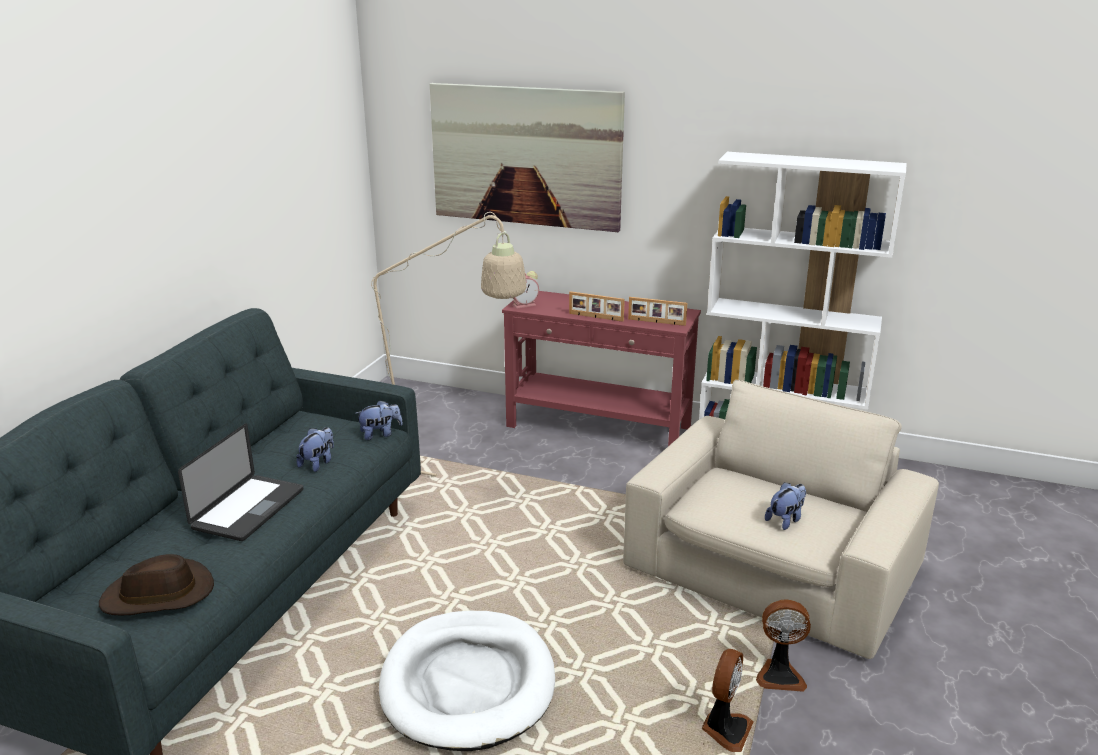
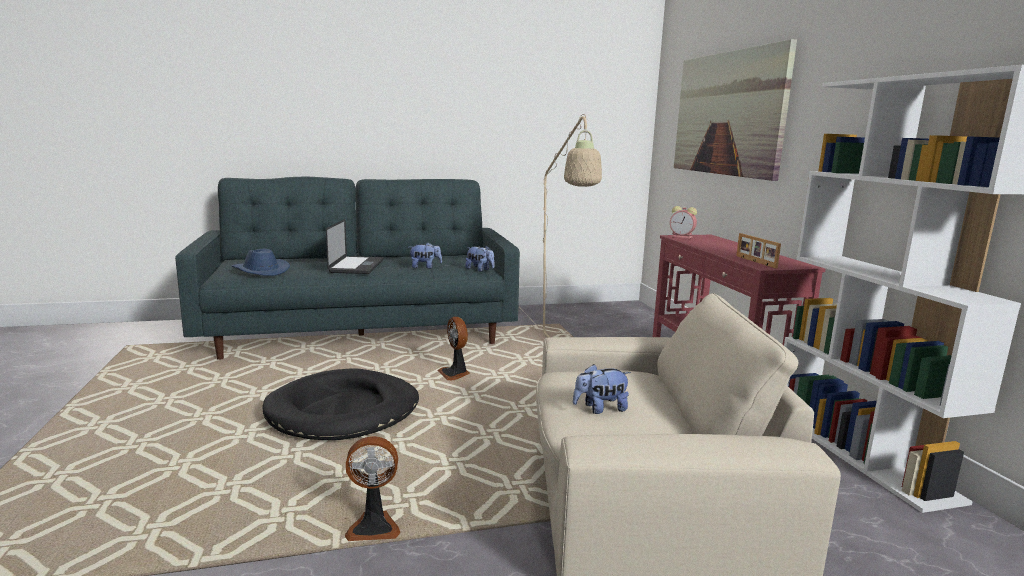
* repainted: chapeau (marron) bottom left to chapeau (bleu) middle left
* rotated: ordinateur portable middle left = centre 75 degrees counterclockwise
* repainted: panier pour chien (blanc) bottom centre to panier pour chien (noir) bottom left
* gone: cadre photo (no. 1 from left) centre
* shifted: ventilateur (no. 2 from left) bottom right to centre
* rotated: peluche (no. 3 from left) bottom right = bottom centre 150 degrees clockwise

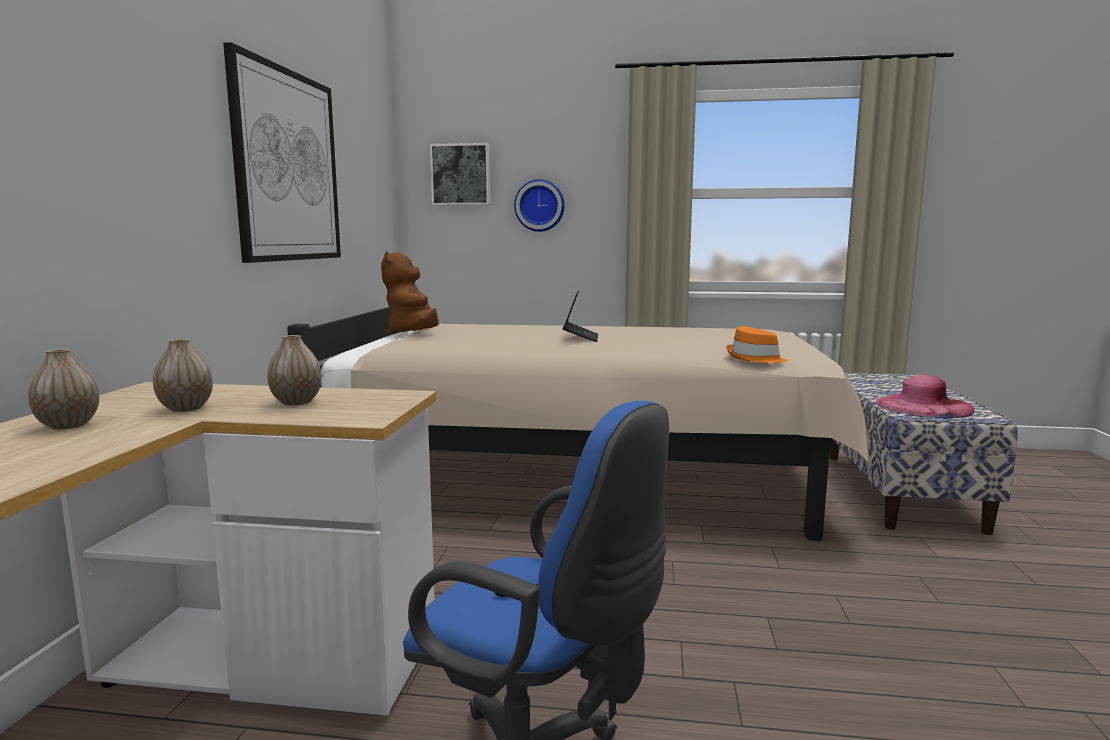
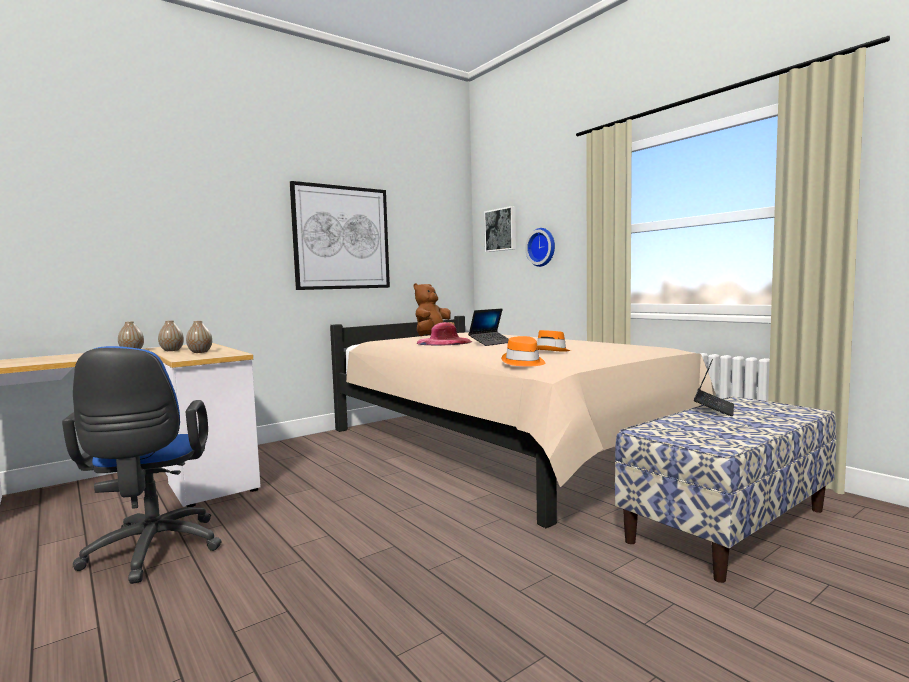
* shifted: chapeau (rose) middle right to centre
* new: chapeau (orange) (no. 2 from left) centre
* new: ordinateur portable (no. 2 from left) middle right

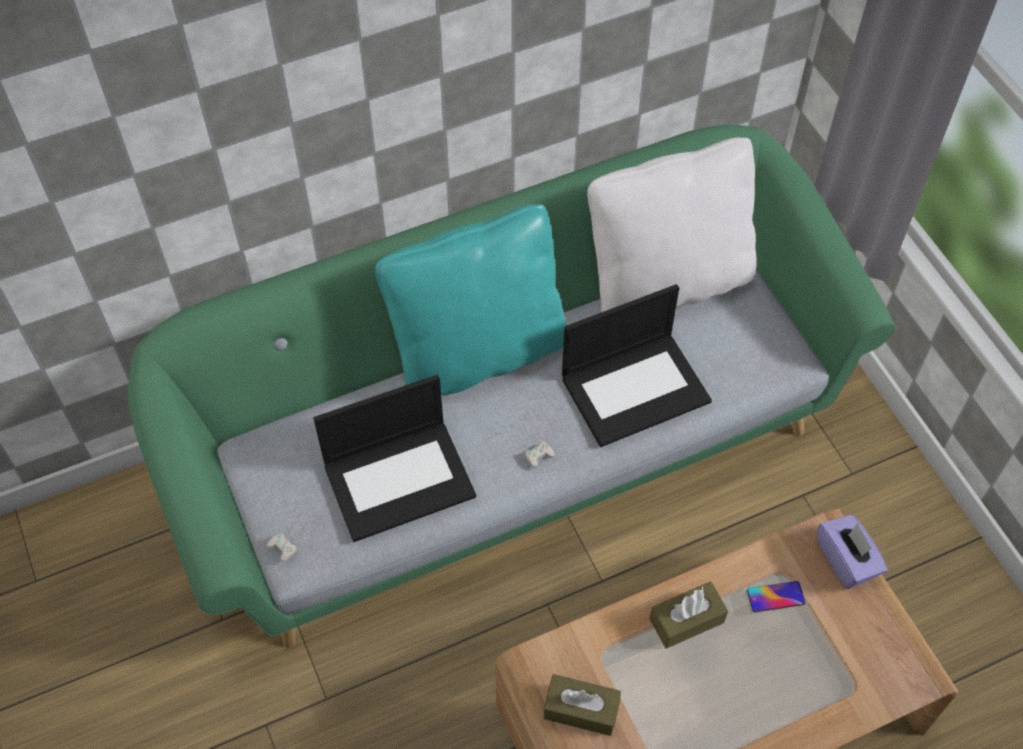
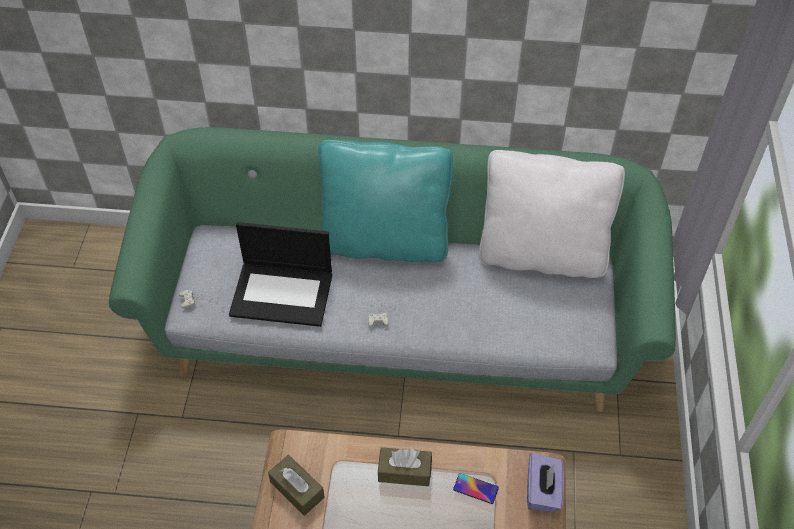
* gone: ordinateur portable (no. 2 from left) centre

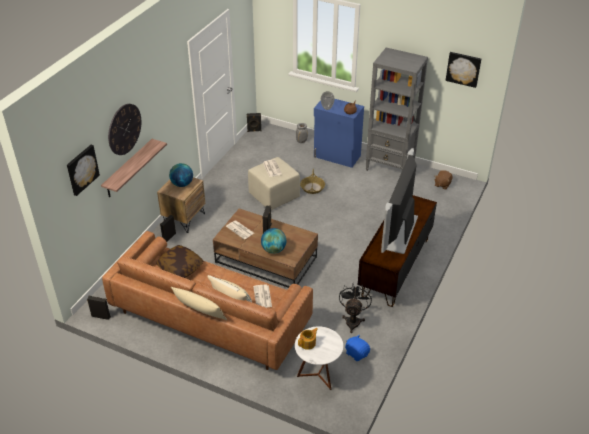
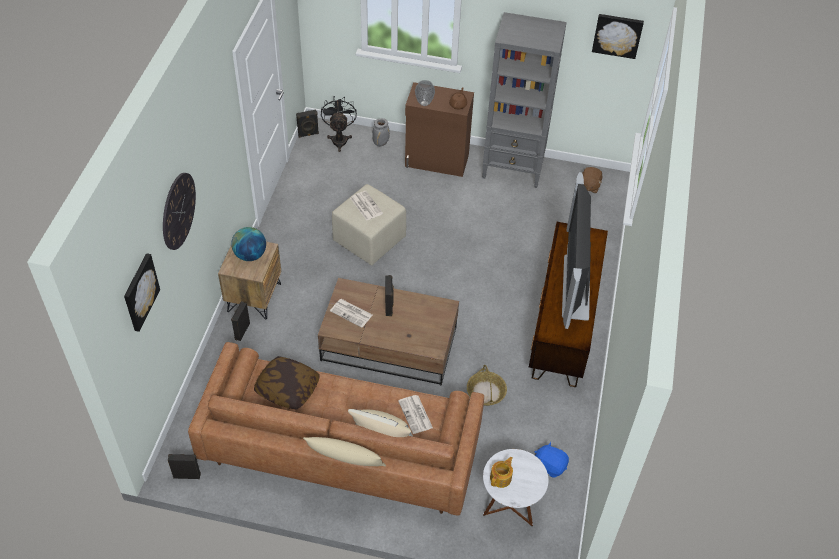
* gone: étagère middle left
* gone: globe (no. 2 from left) centre
* shifted: panier centre to bottom centre
* repainted: meuble de rangement (bleu) top centre to meuble de rangement (marron) top centre
* shifted: ventilateur (noir) bottom centre to top centre

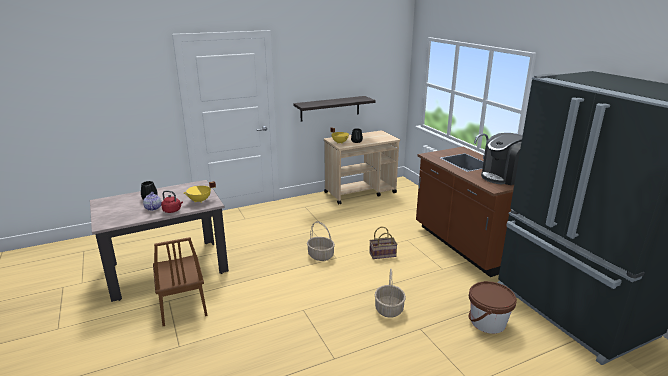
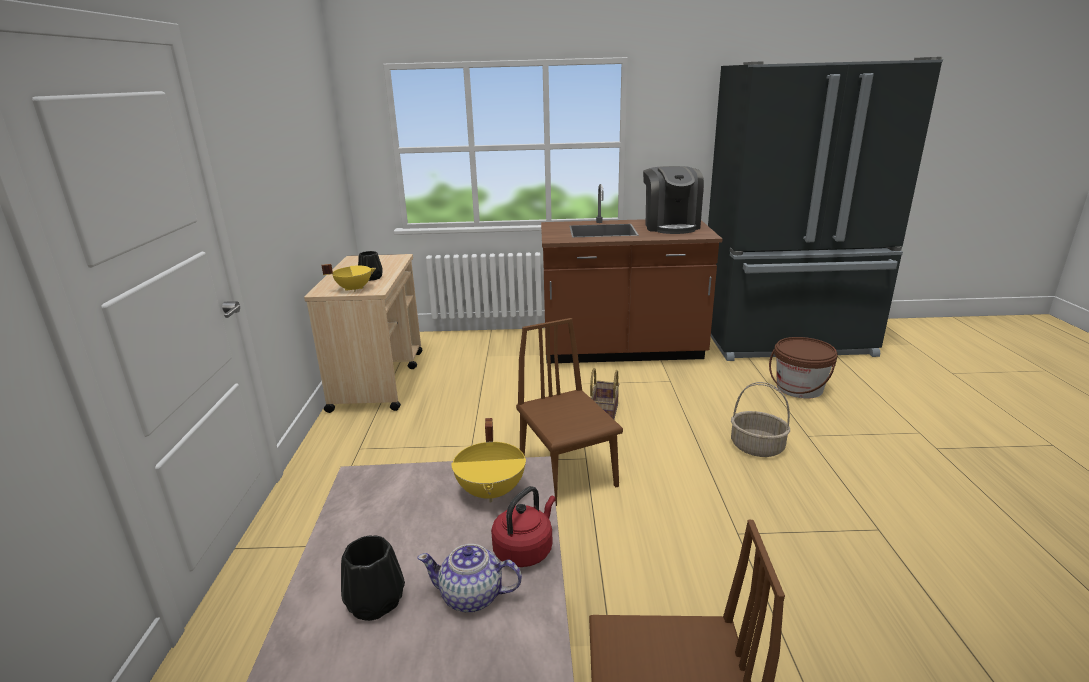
* gone: étagère top centre
* swapped: panier (no. 1 from left) centre to chaise (marron) (no. 1 from left) centre

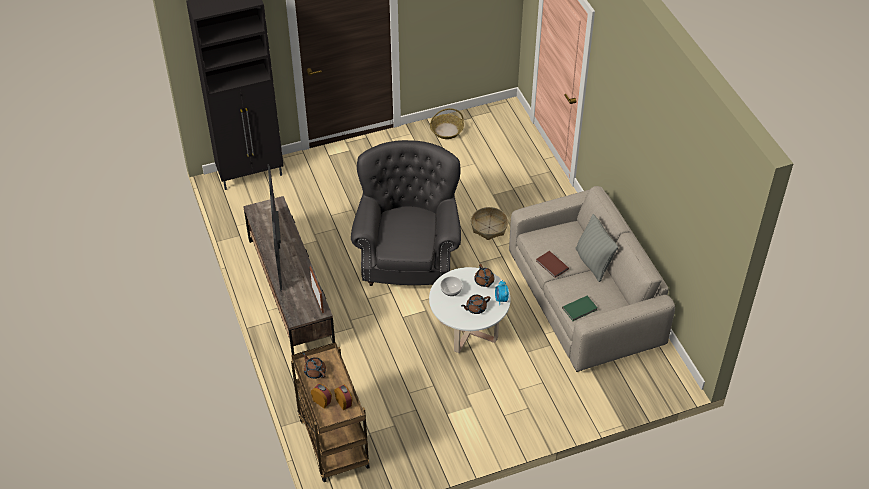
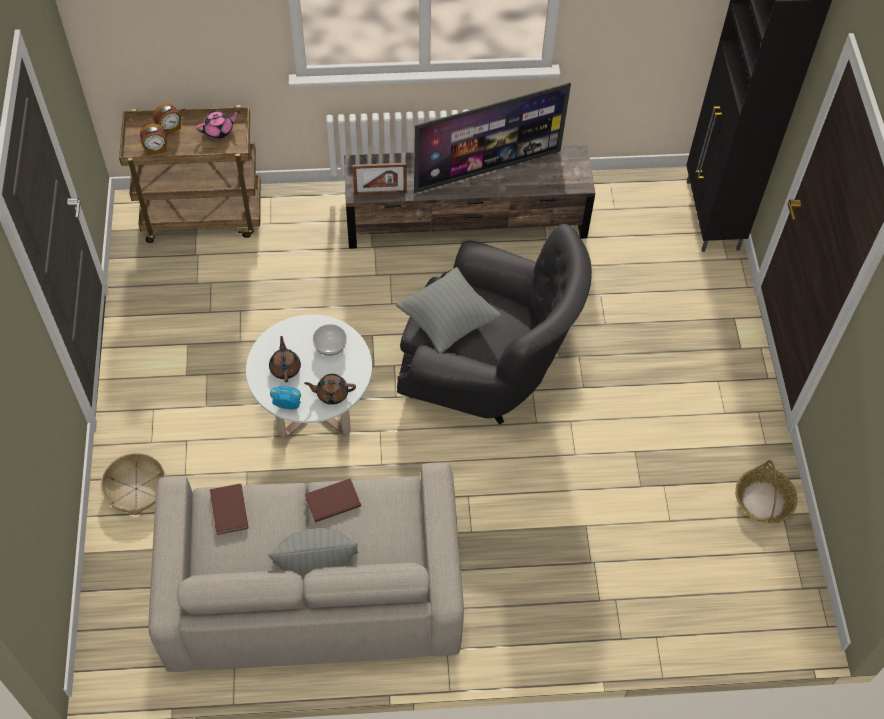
* rotated: téléviseur middle left = top centre 150 degrees clockwise
* repainted: théière (marron) (no. 1 from left) bottom centre to théière (rose) top left
* shifted: panier (no. 2 from left in the first image) centre to panier (no. 1 from left) bottom left
* repainted: livre (vert) middle right to livre (marron) (no. 1 from left) bottom left
* new: coussin (gris) (no. 2 from left) centre

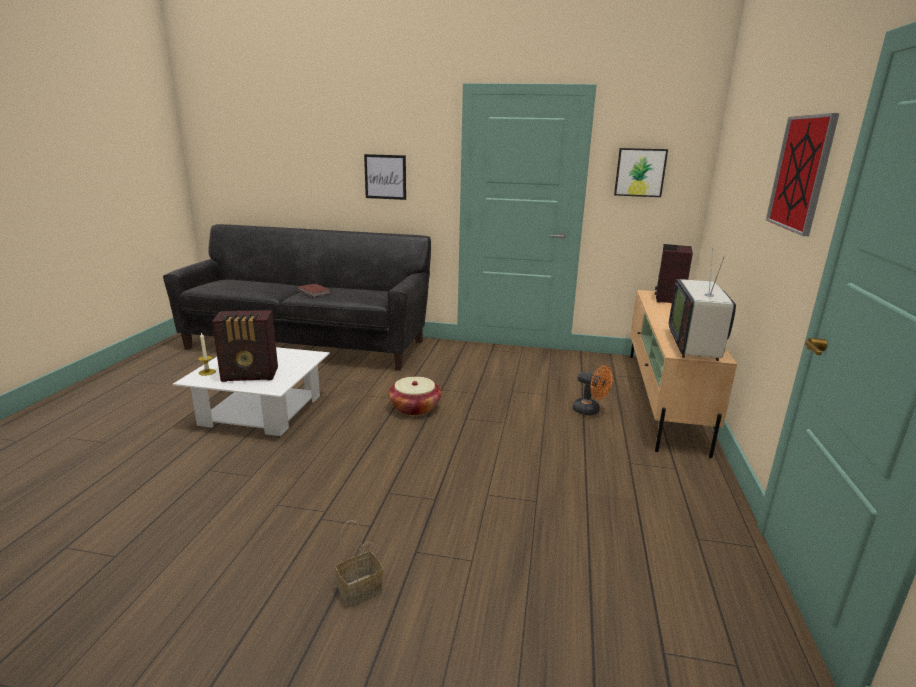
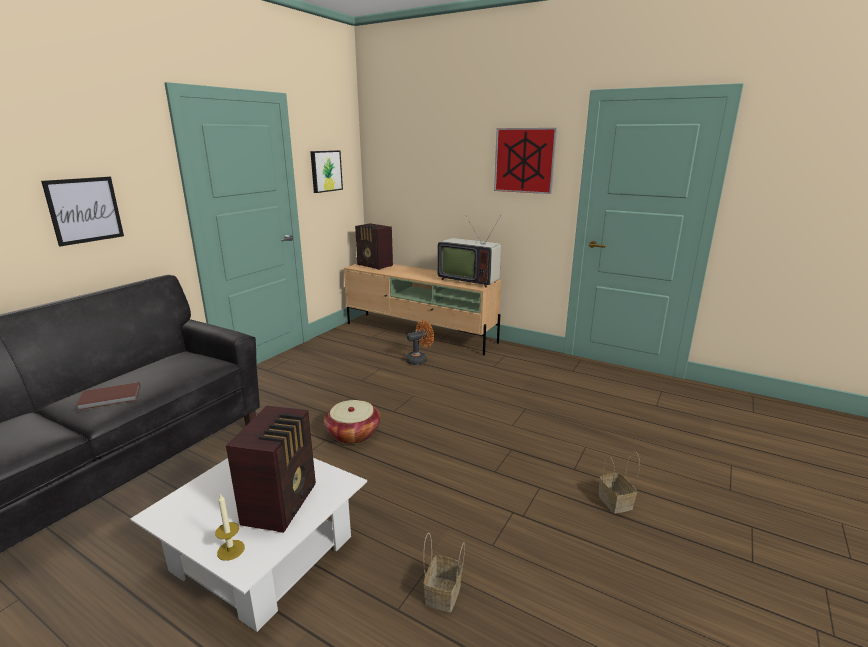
* new: panier (no. 2 from left) bottom centre

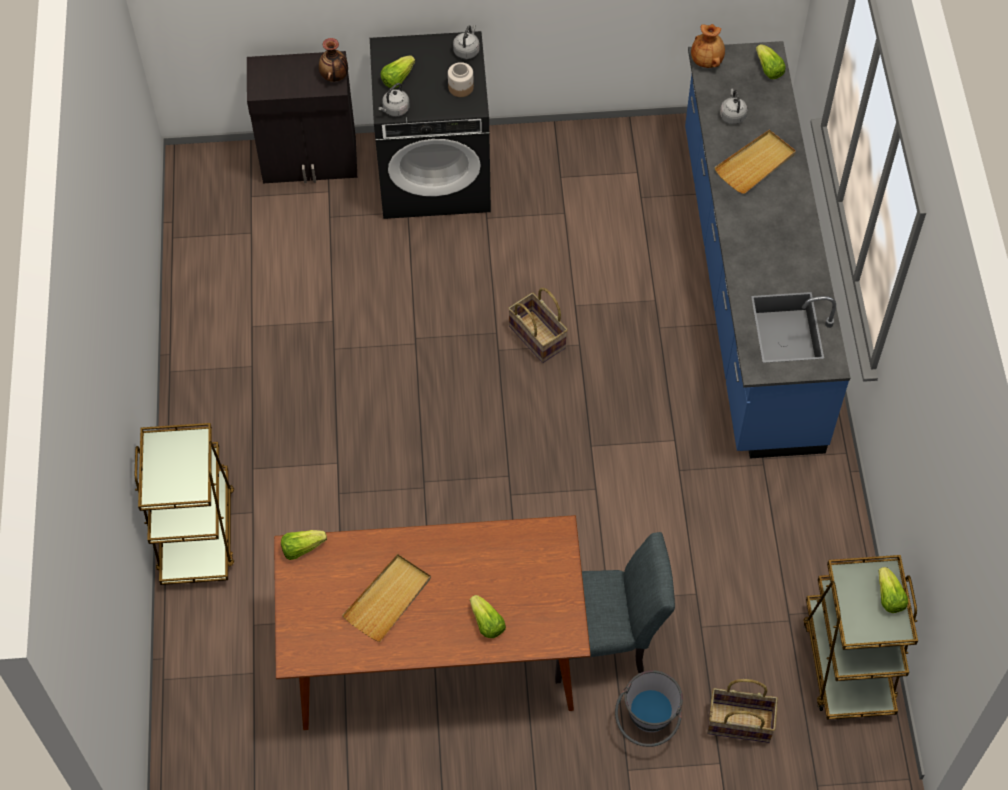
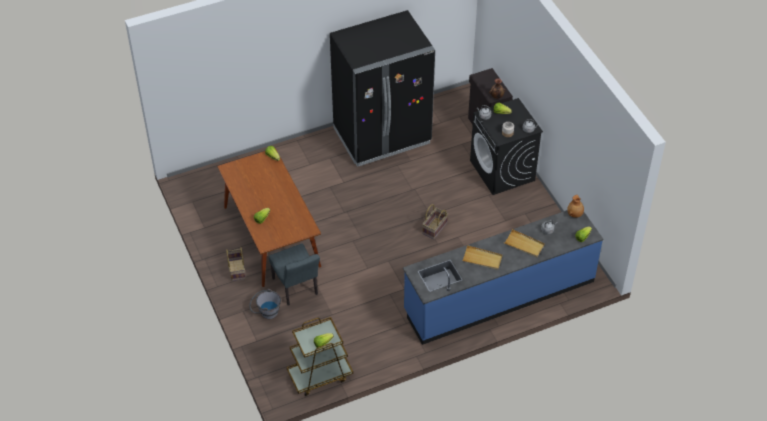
* gone: chariot (marron) (no. 1 from left) middle left
* shifted: plateau (beige) (no. 1 from left) bottom centre to centre
* shifted: panier (no. 2 from left in the first image) bottom right to panier (no. 1 from left) middle left
* new: réfrigérateur (noir) top centre

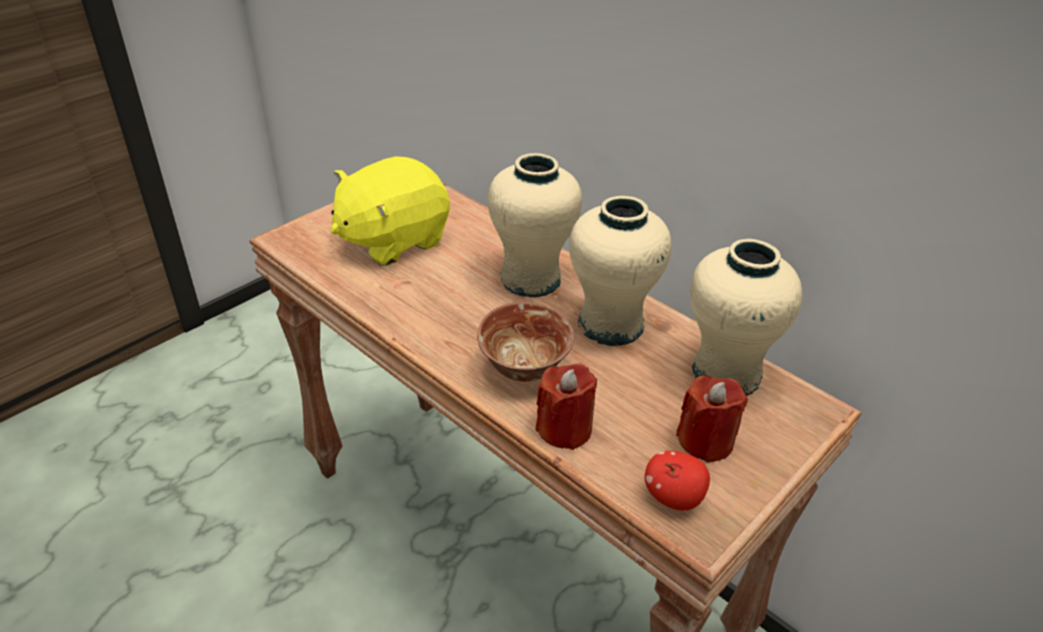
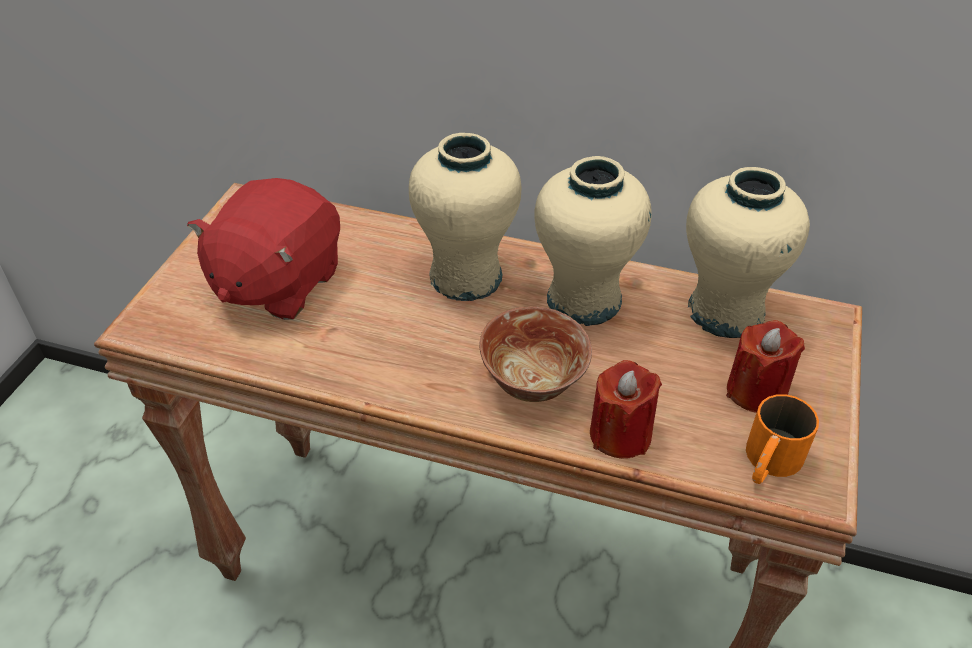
* repainted: peluche (jaune) centre to peluche (rouge) middle left
* swapped: pomme bottom centre to mug (orange) bottom right

